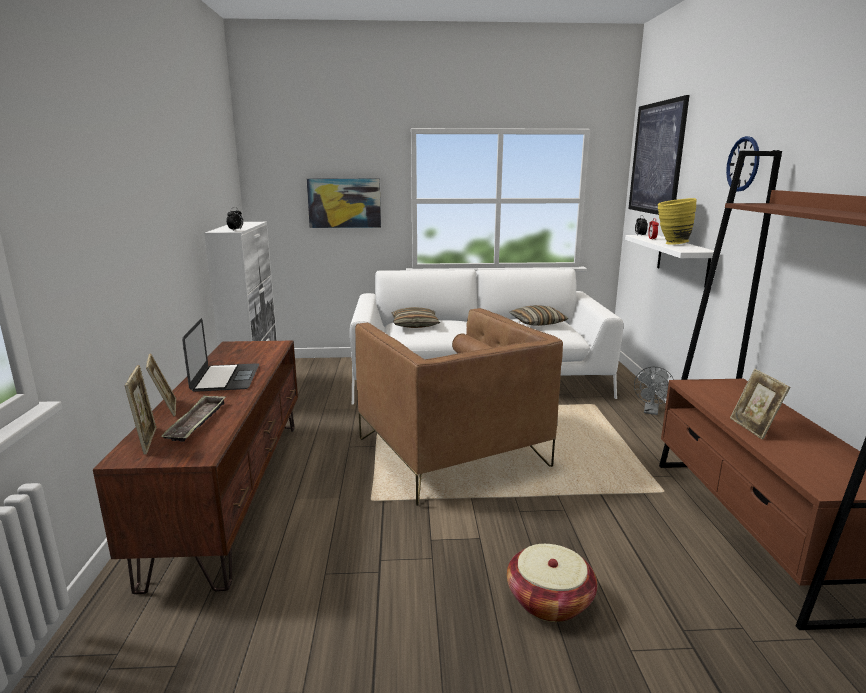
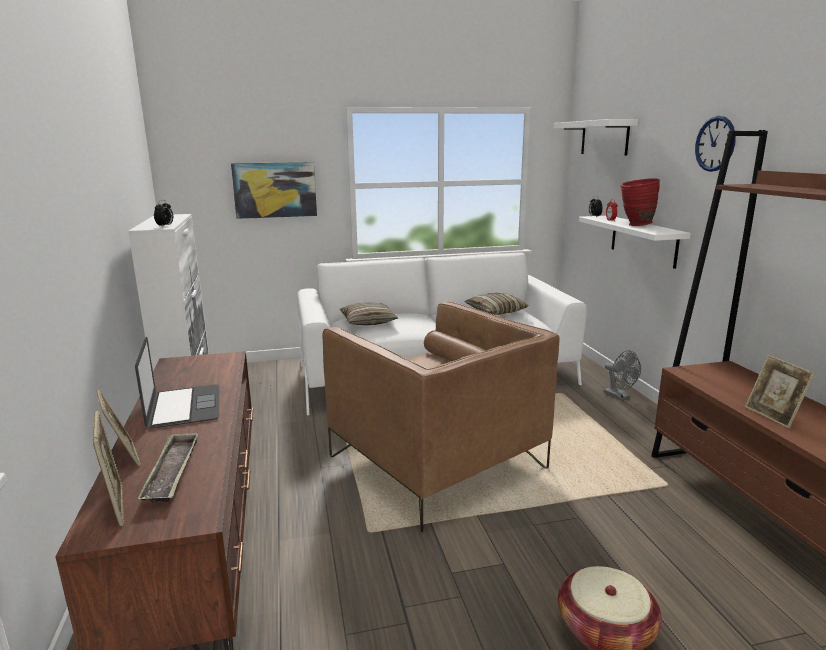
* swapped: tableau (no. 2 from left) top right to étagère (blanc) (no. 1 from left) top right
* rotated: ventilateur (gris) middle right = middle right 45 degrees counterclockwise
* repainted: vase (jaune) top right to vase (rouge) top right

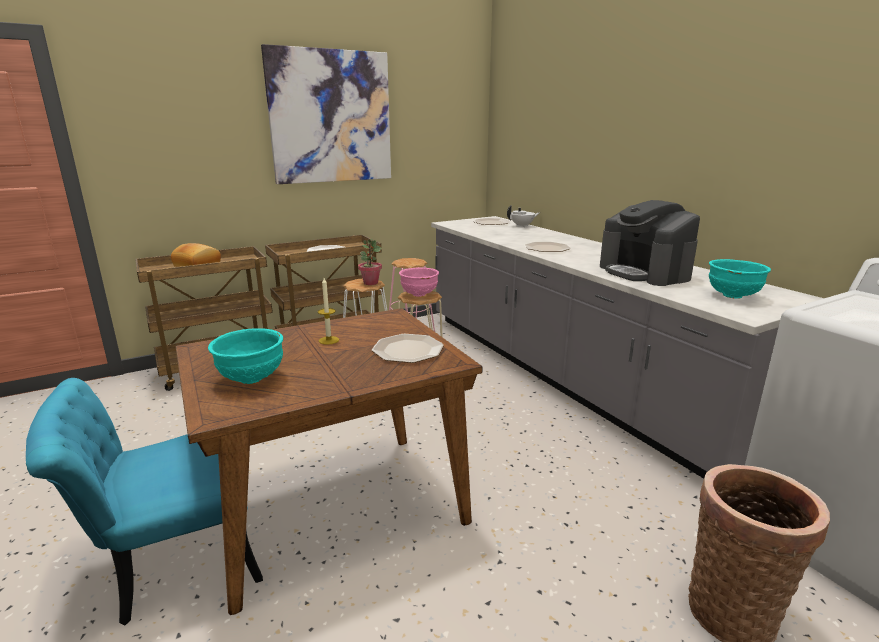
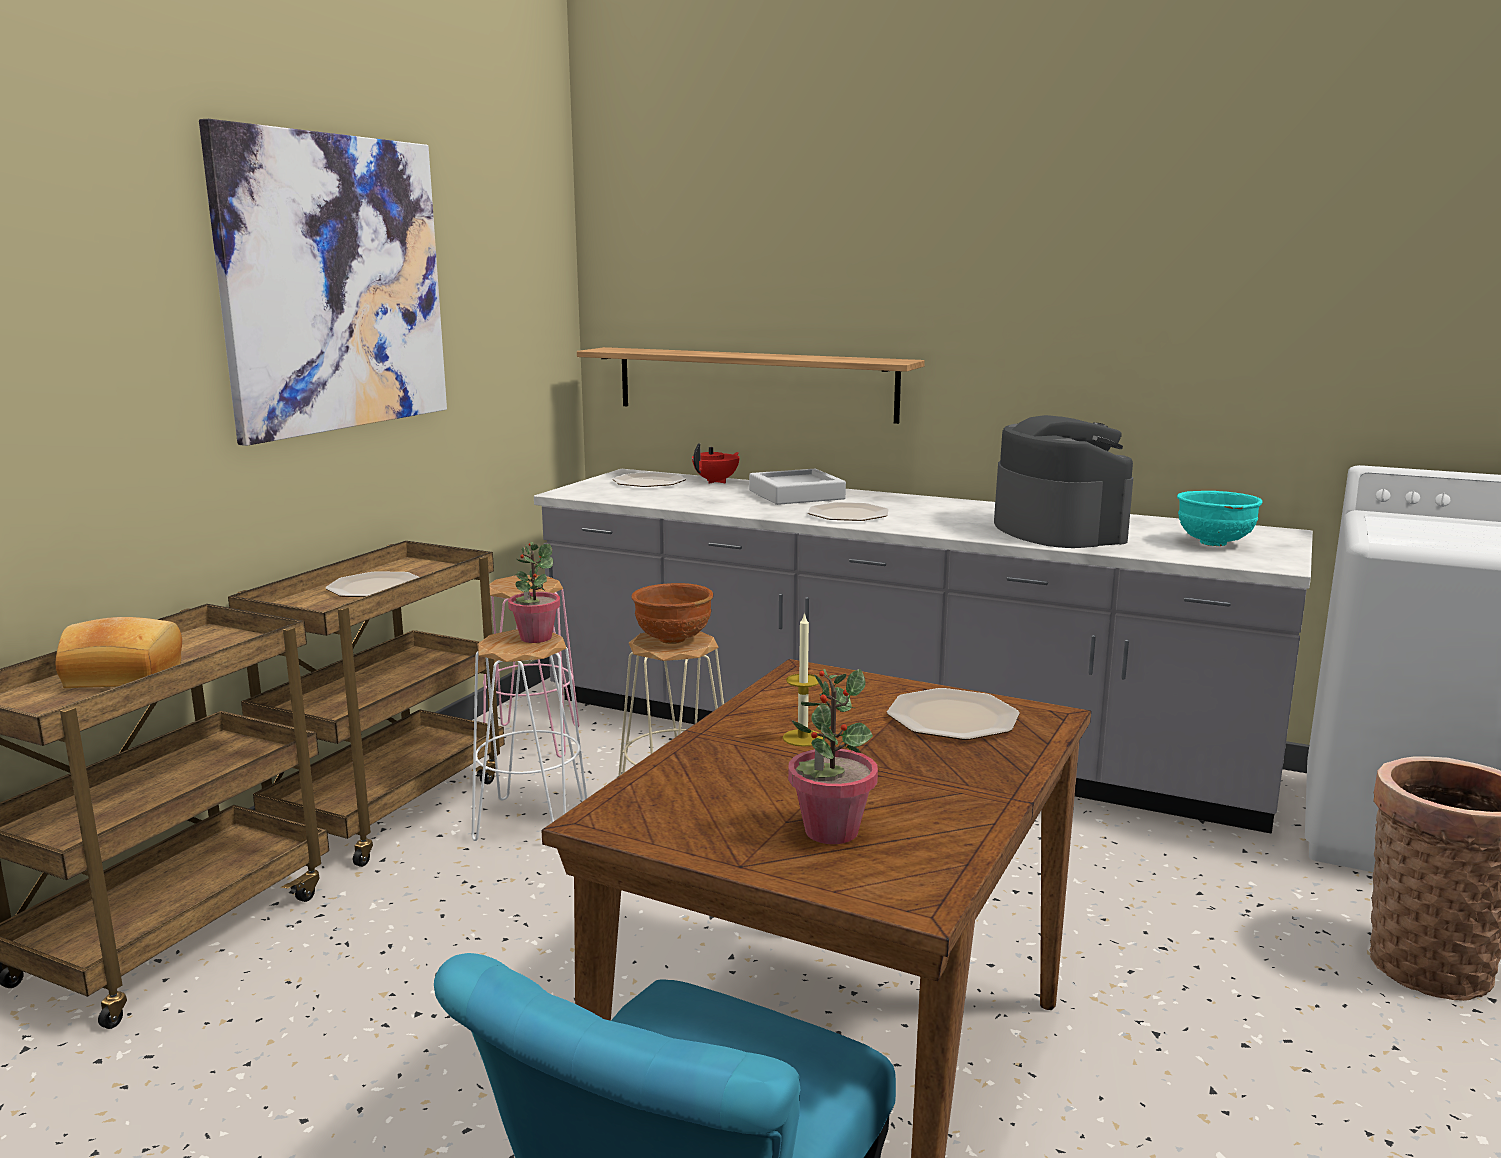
* swapped: bol (turquoise) (no. 1 from left) middle left to plante en pot (no. 2 from left) centre
* repainted: bol (rose) centre to bol (marron) centre
* repainted: théière (blanc) centre to théière (rouge) centre
* rotated: machine à café middle right = middle right 135 degrees counterclockwise
* new: étagère top centre
* new: plateau (gris) centre

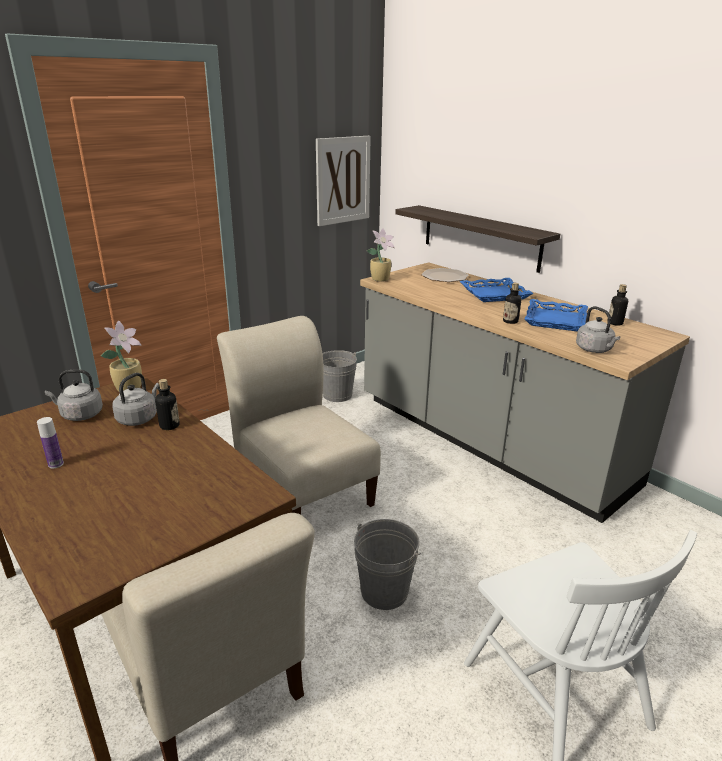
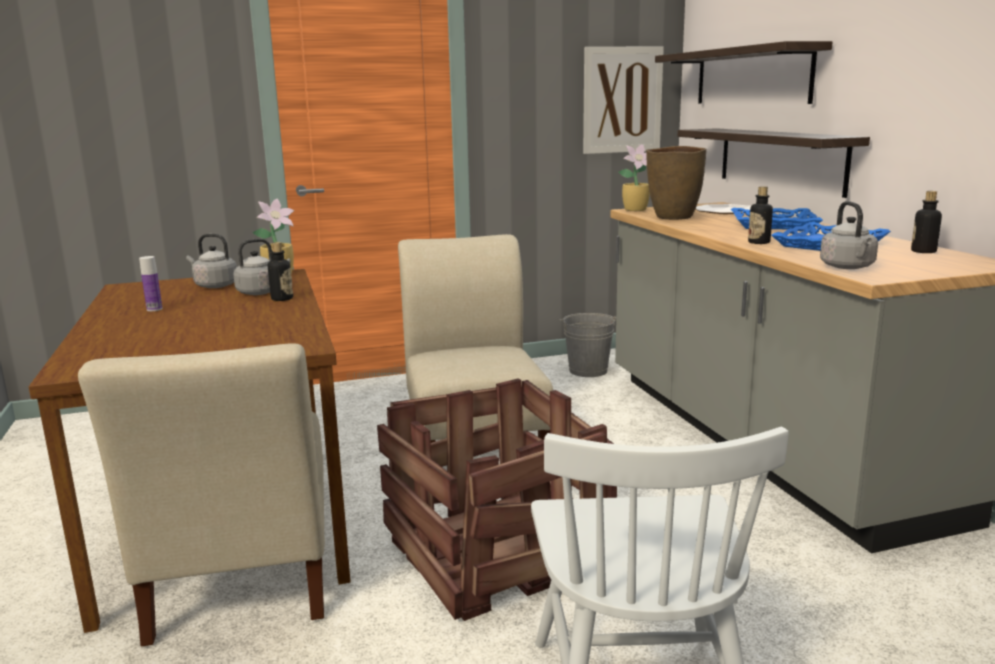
* swapped: seau (gris) (no. 2 from left) bottom centre to caisse bottom centre
* new: vase (marron) top right
* new: étagère (no. 1 from left) top right

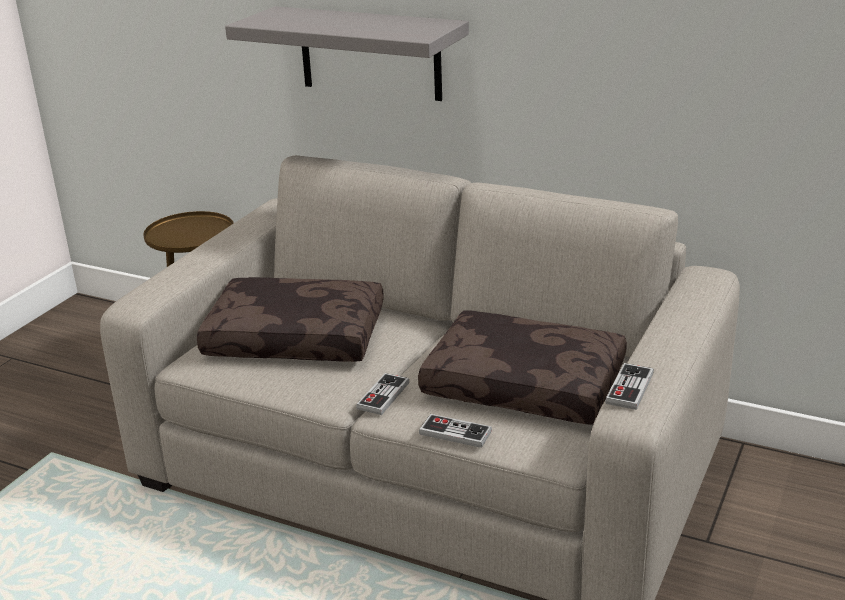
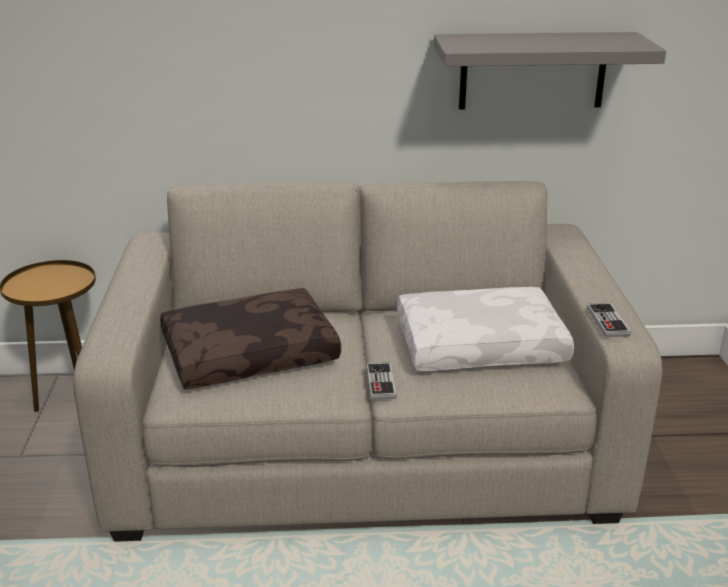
* shifted: étagère (gris) top centre to top right
* repainted: coussin (marron) (no. 2 from left) centre to coussin (blanc) centre
* gone: manette (no. 2 from left) bottom centre

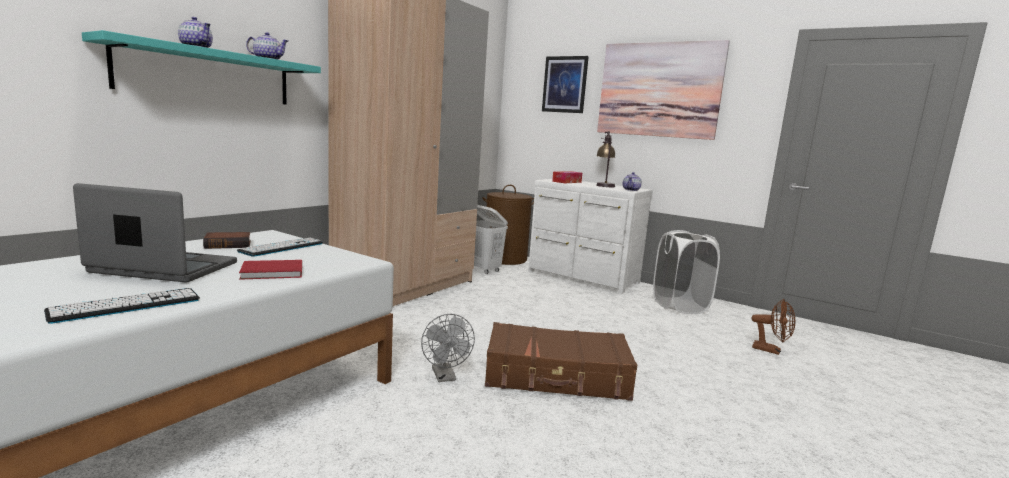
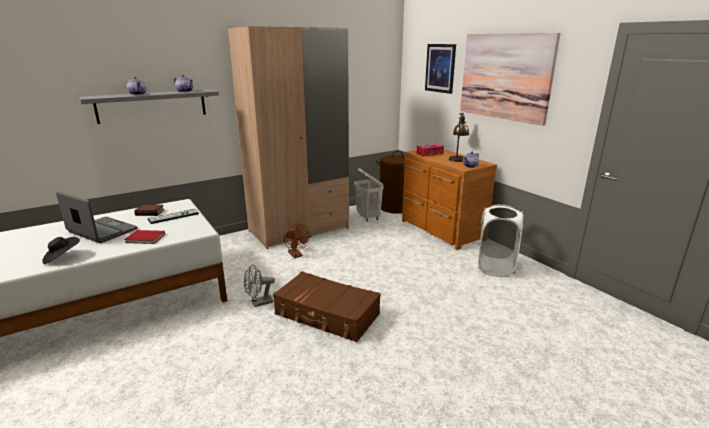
* swapped: clavier (no. 1 from left) middle left to chapeau (noir) middle left
* repainted: étagère (turquoise) top left to étagère (gris) top left
* rotated: ventilateur (gris) bottom centre = centre 60 degrees clockwise
* repainted: commode (blanc) centre to commode (marron) centre
* shifted: ventilateur (marron) bottom right to centre

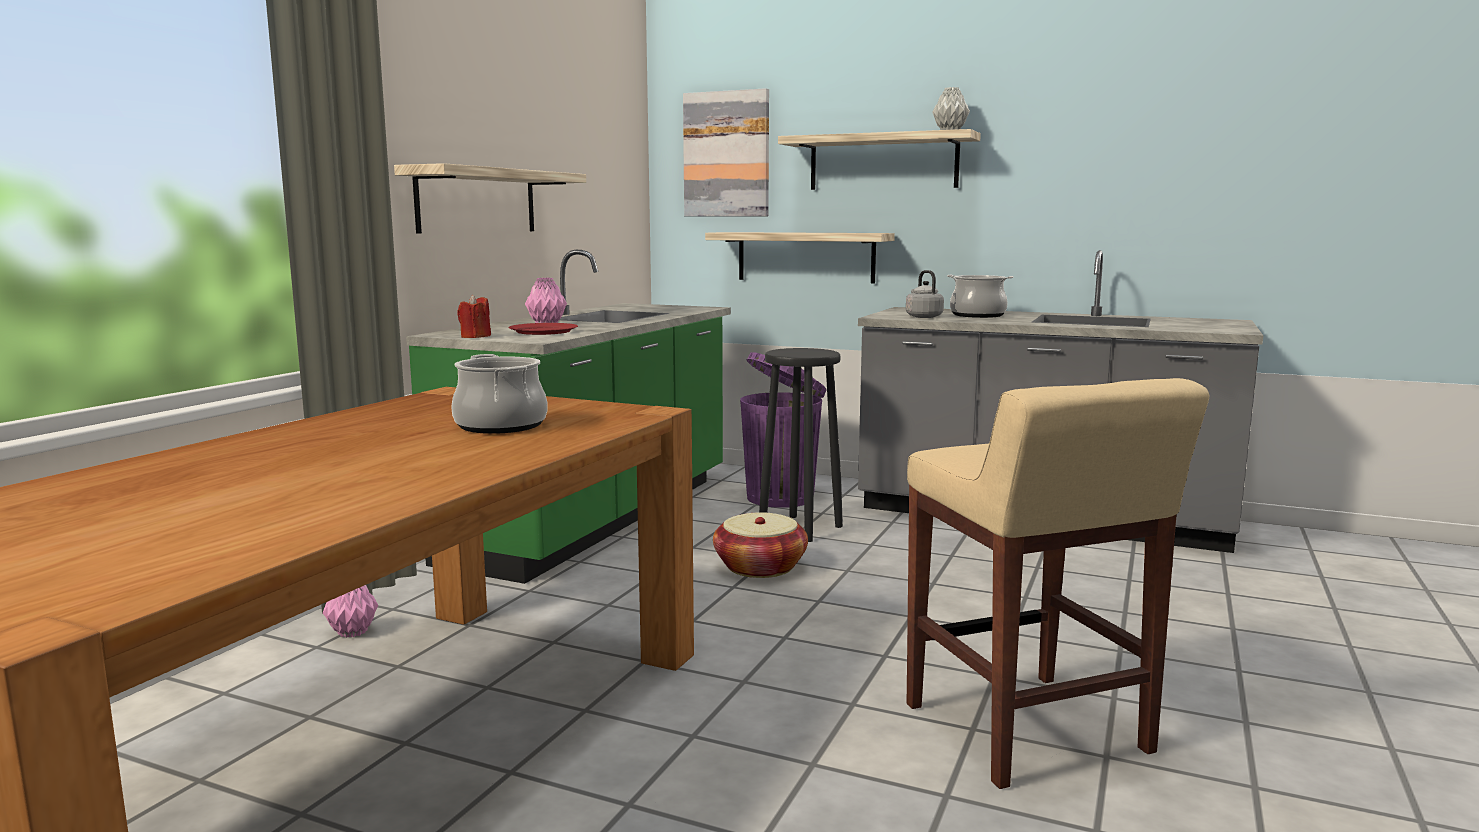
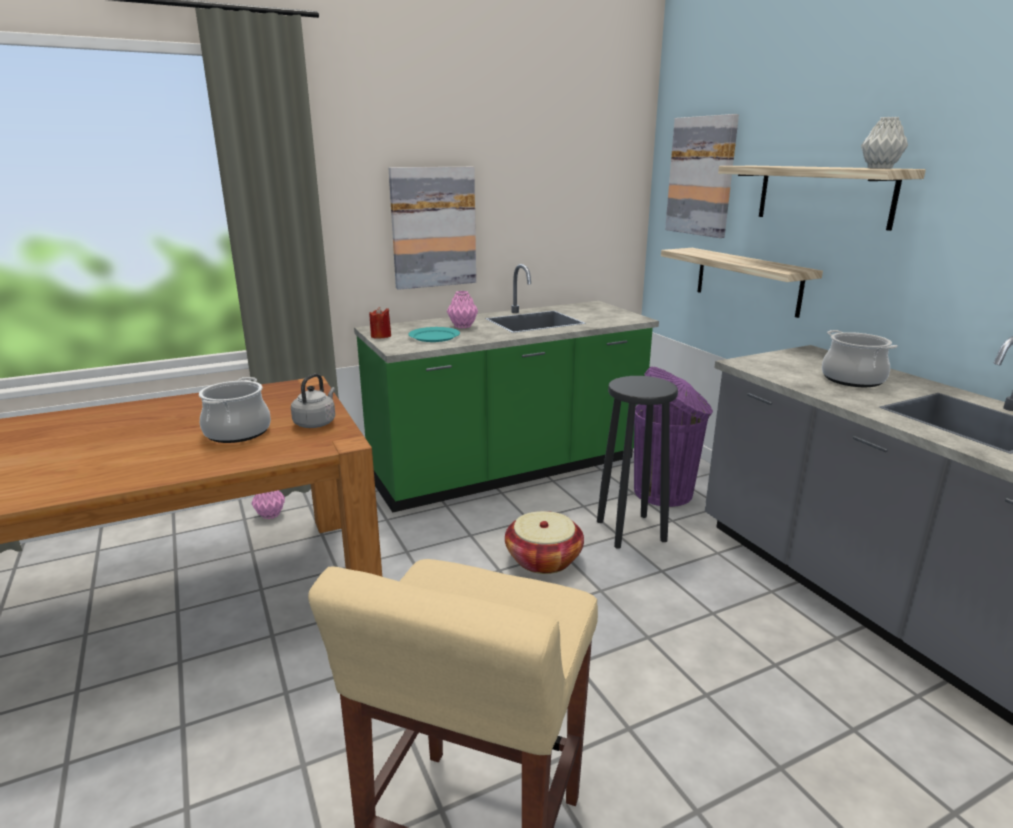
* swapped: étagère (no. 1 from left) top left to tableau (no. 1 from left) top centre
* repainted: assiette (rouge) centre to assiette (turquoise) centre
* shifted: bouilloire (gris) centre to middle left

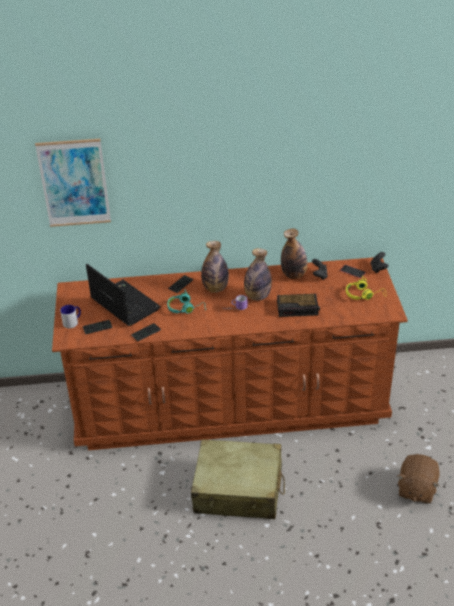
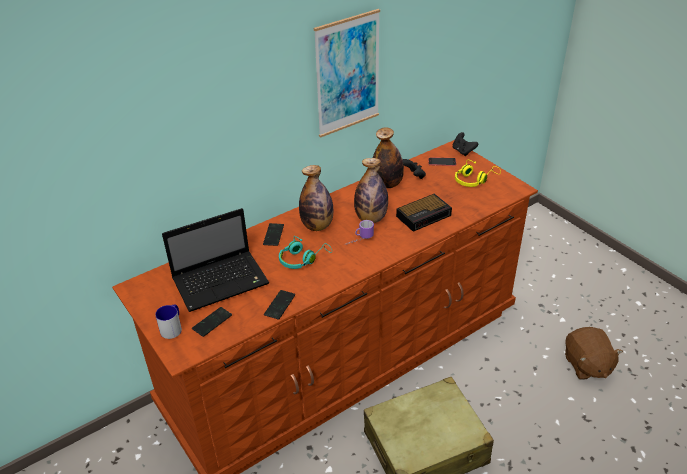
* shifted: tableau top left to top centre
* rotated: ordinateur portable middle left = middle left 135 degrees clockwise

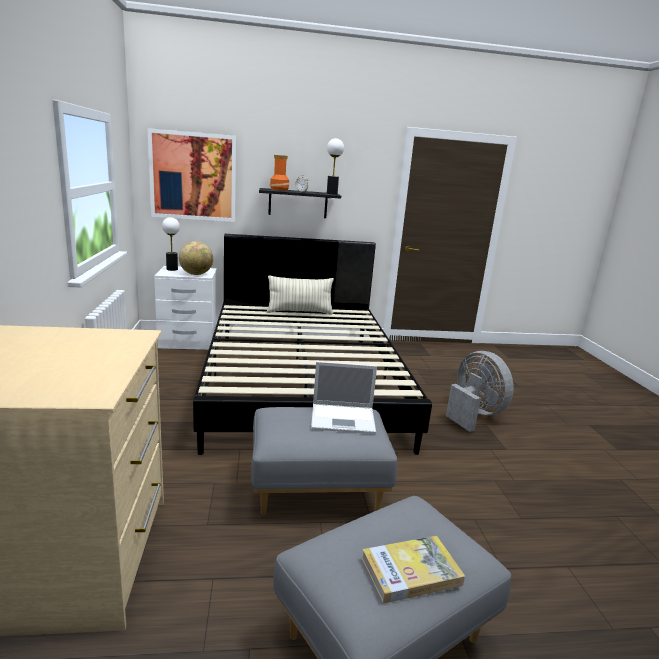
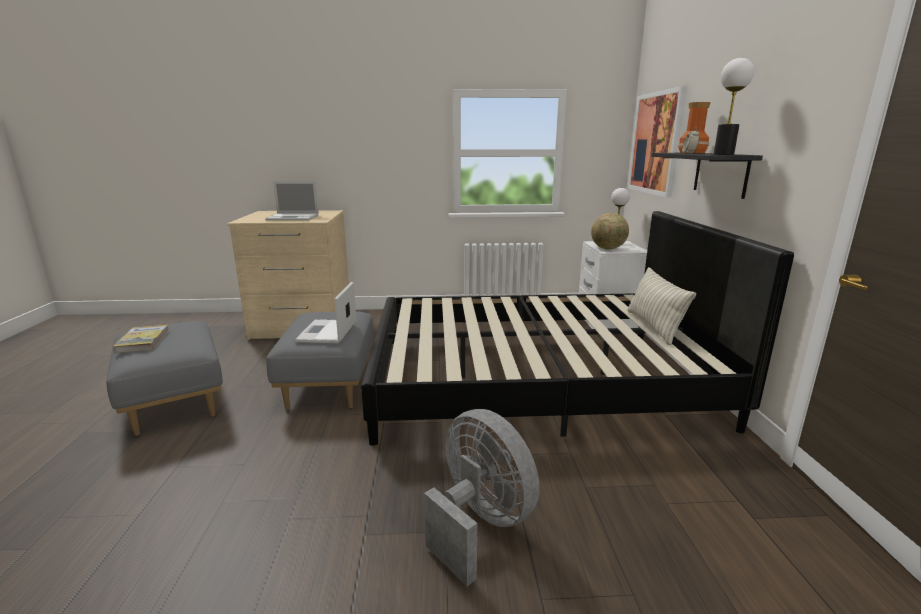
* rotated: ventilateur (gris) middle right = bottom centre 105 degrees counterclockwise
* new: ordinateur portable (no. 1 from left) top left

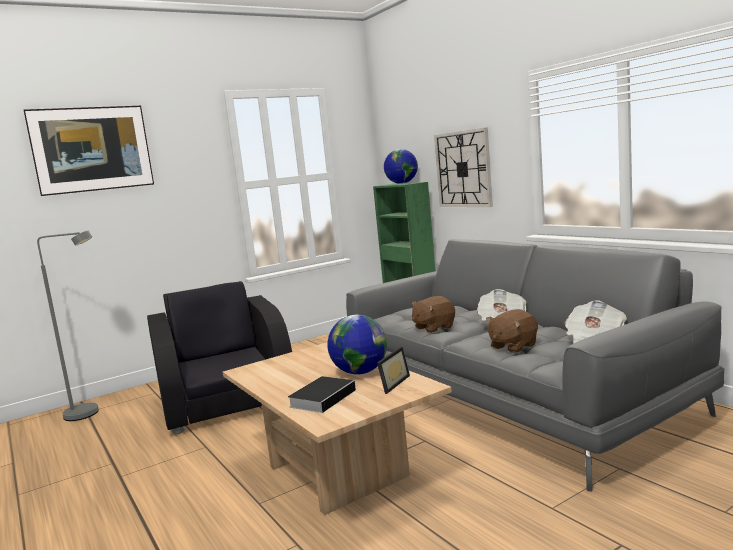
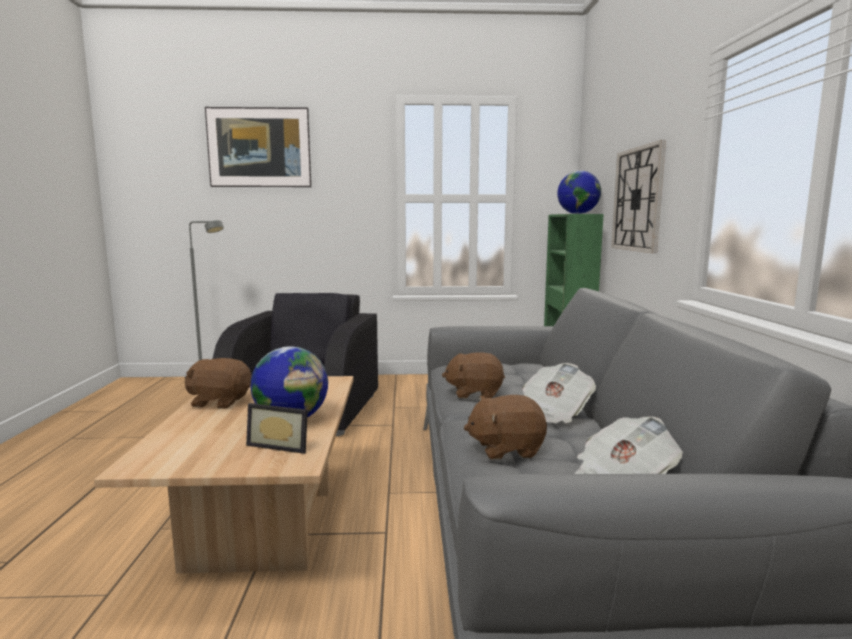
* gone: livre bottom centre
* rotated: cadre photo bottom centre = bottom left 45 degrees clockwise
* new: peluche (marron) (no. 1 from left) middle left

